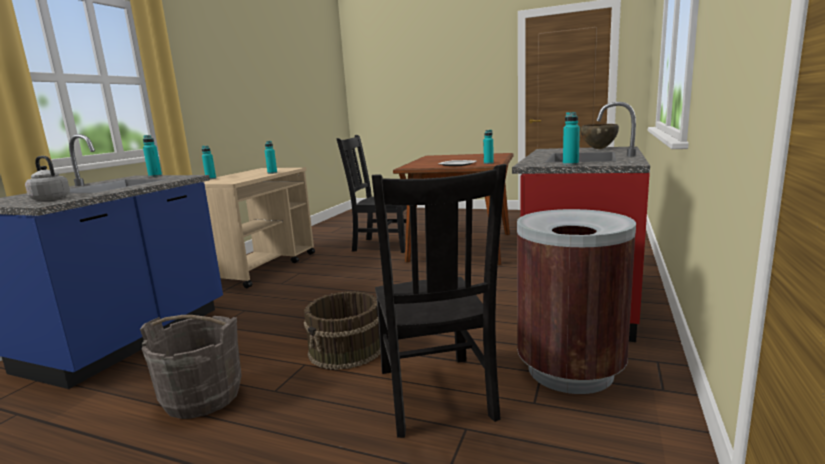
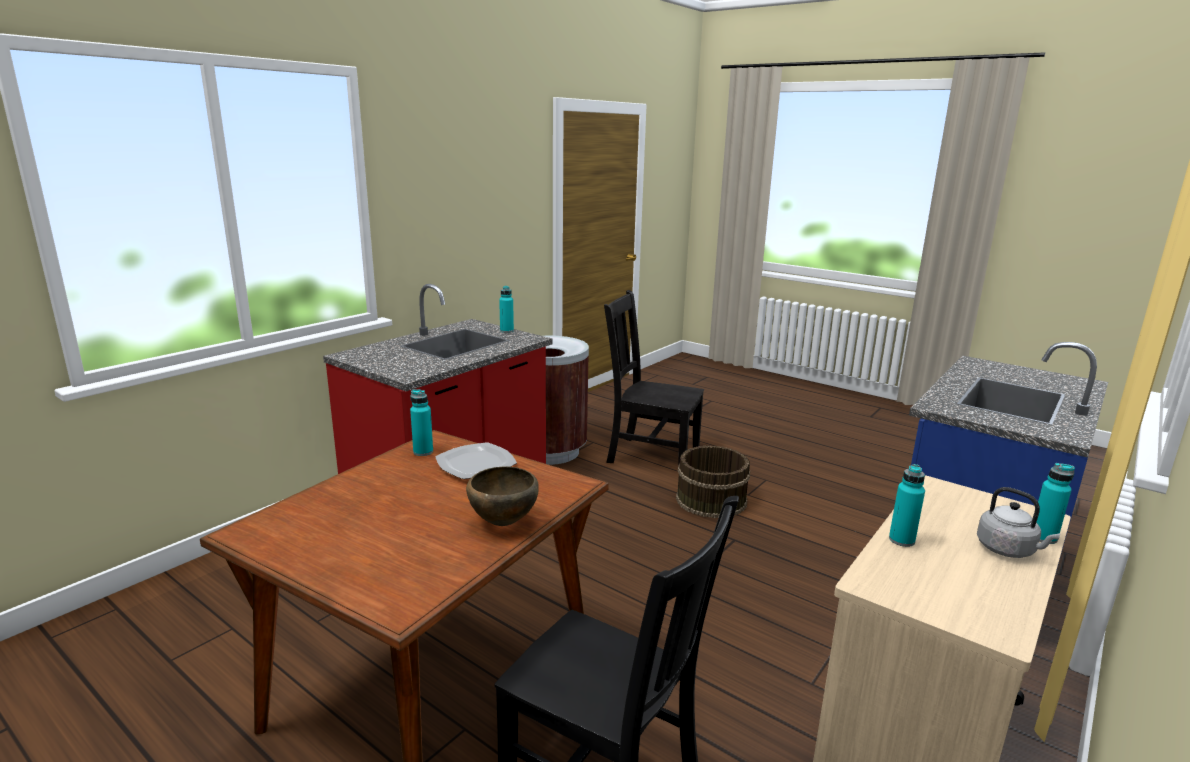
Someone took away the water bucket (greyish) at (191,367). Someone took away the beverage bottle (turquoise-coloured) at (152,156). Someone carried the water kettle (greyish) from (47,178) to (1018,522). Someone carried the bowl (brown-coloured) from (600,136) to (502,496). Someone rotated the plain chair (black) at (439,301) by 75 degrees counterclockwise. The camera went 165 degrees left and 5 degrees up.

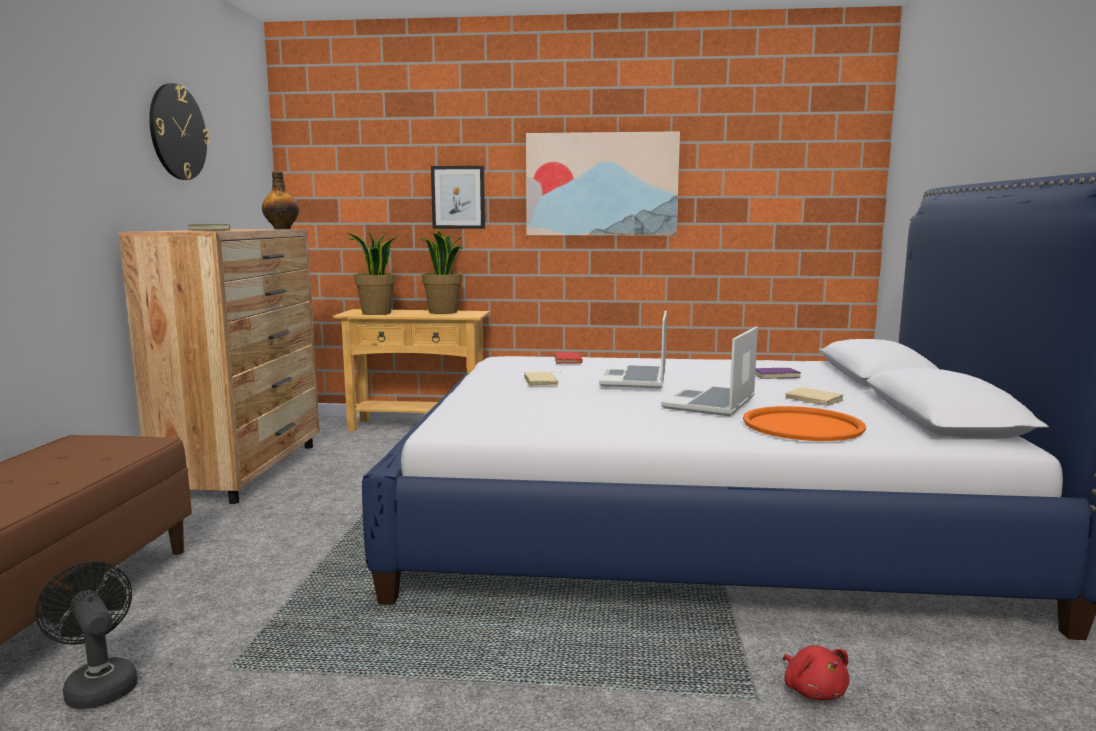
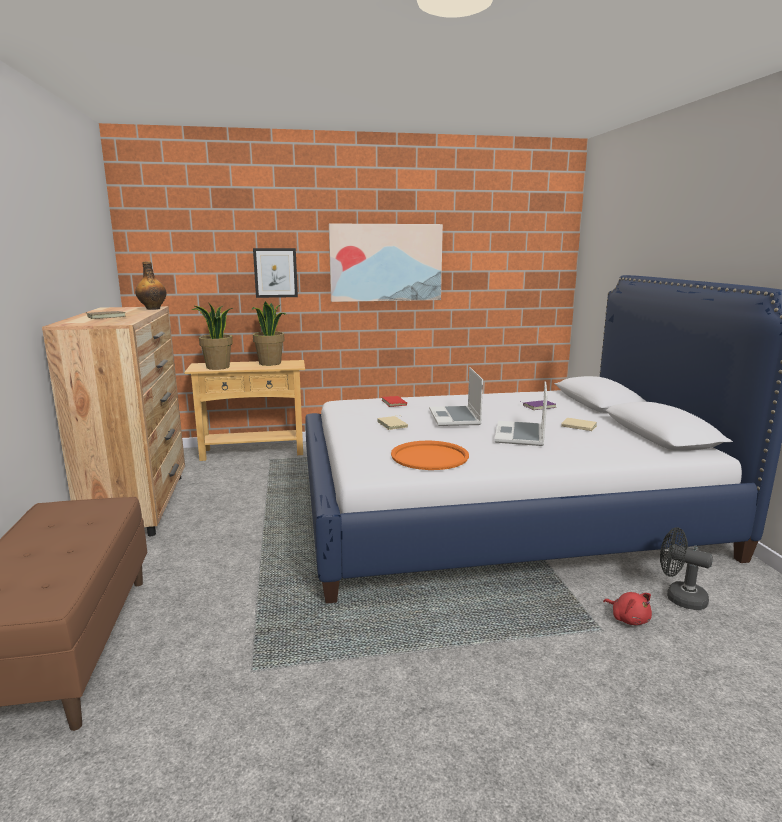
Someone took away the hanging clock at (179,131). Someone carried the fan (black) from (86,635) to (686,568). Someone carried the carrying tray (orangey) from (804,423) to (430,455). The camera went 15 degrees left and 5 degrees up.

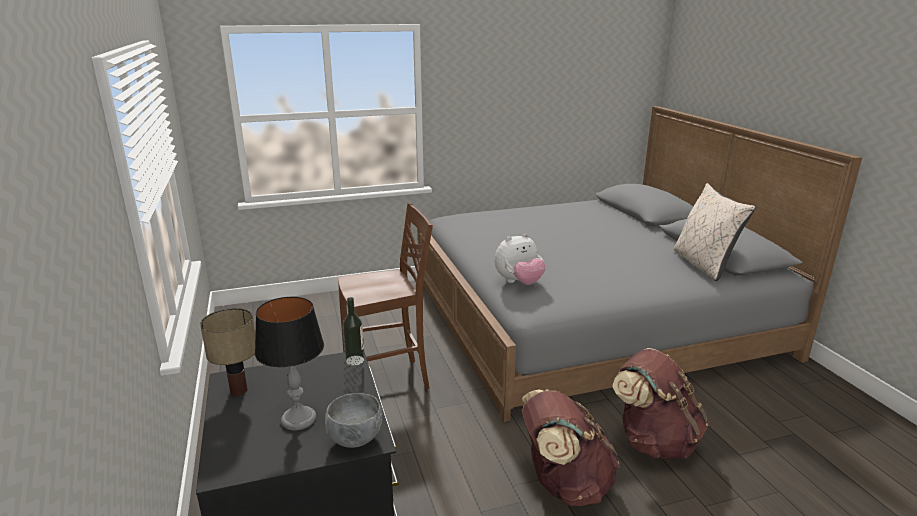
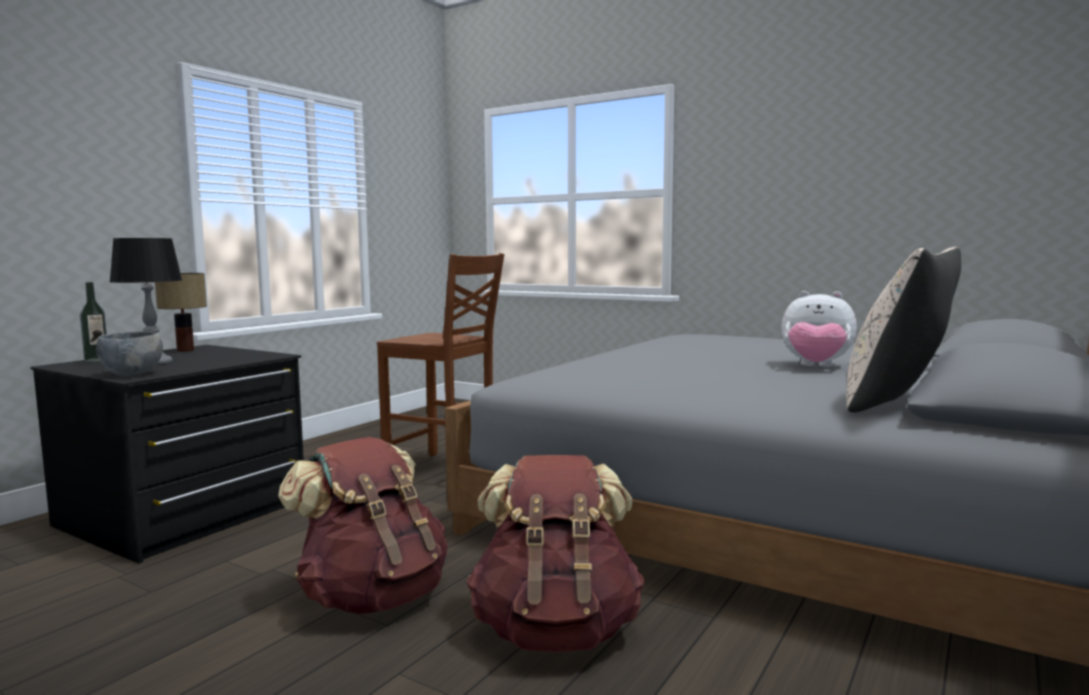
Someone carried the beverage bottle from (353,331) to (93,322). Someone carried the soft toy from (520,259) to (819,329). The camera went 50 degrees right and 15 degrees down.

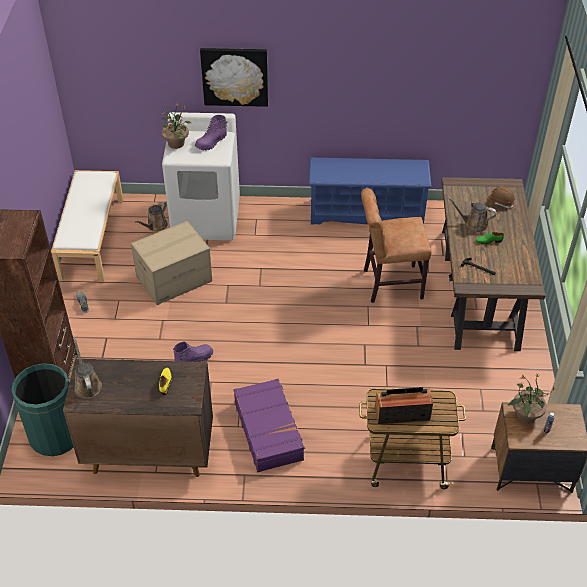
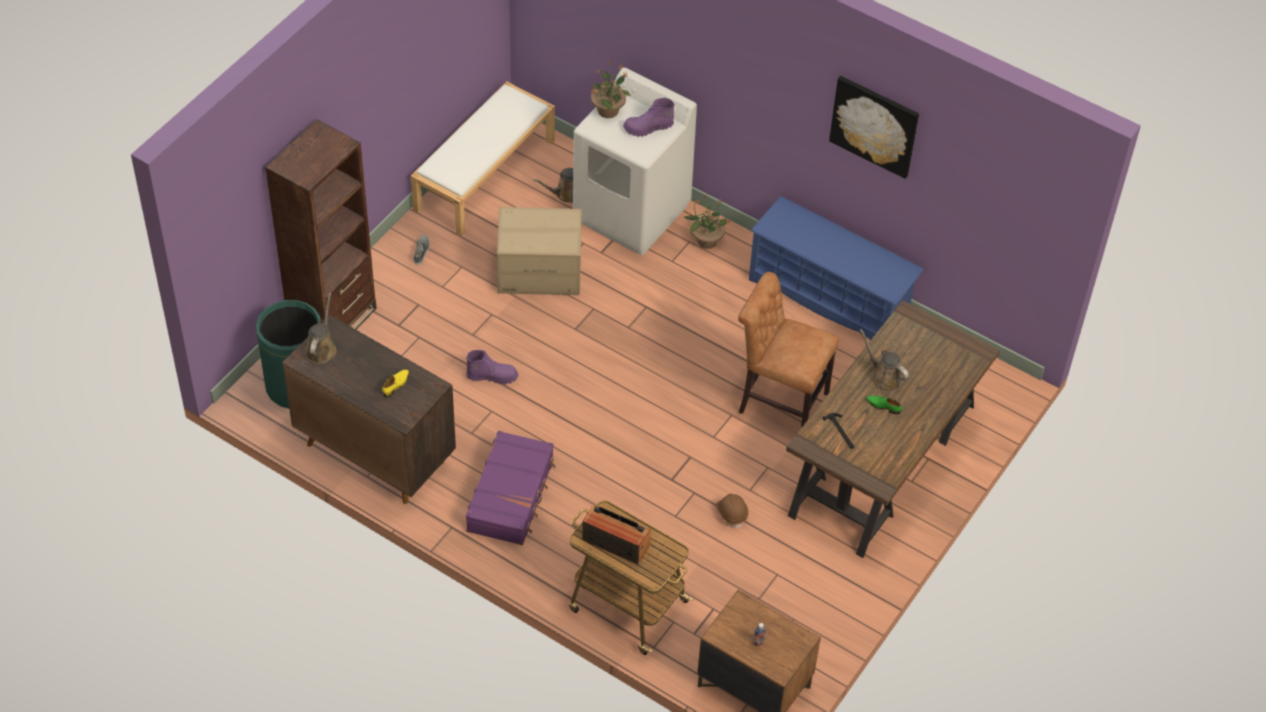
Someone carried the picture from (234,77) to (874,127). Someone carried the safety helmet (brown-coloured) from (500,197) to (732,511). Someone carried the plant in a pot from (531,398) to (707,221). The camera went 30 degrees right and 5 degrees up.

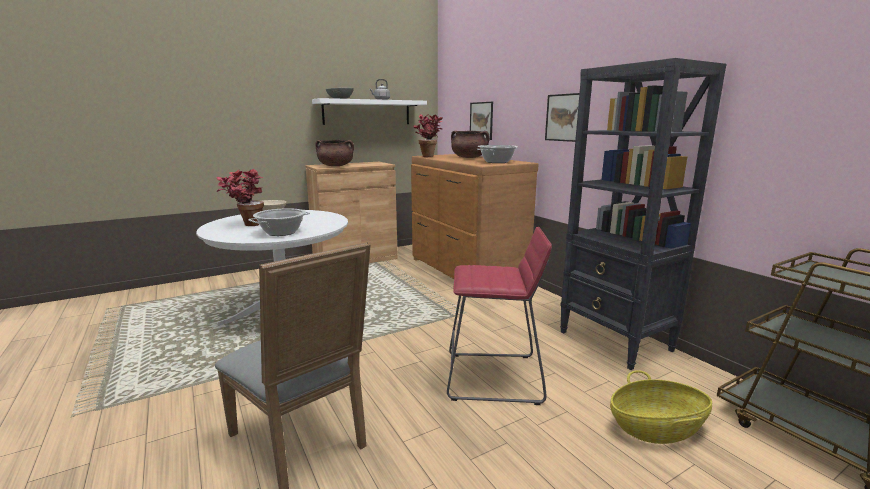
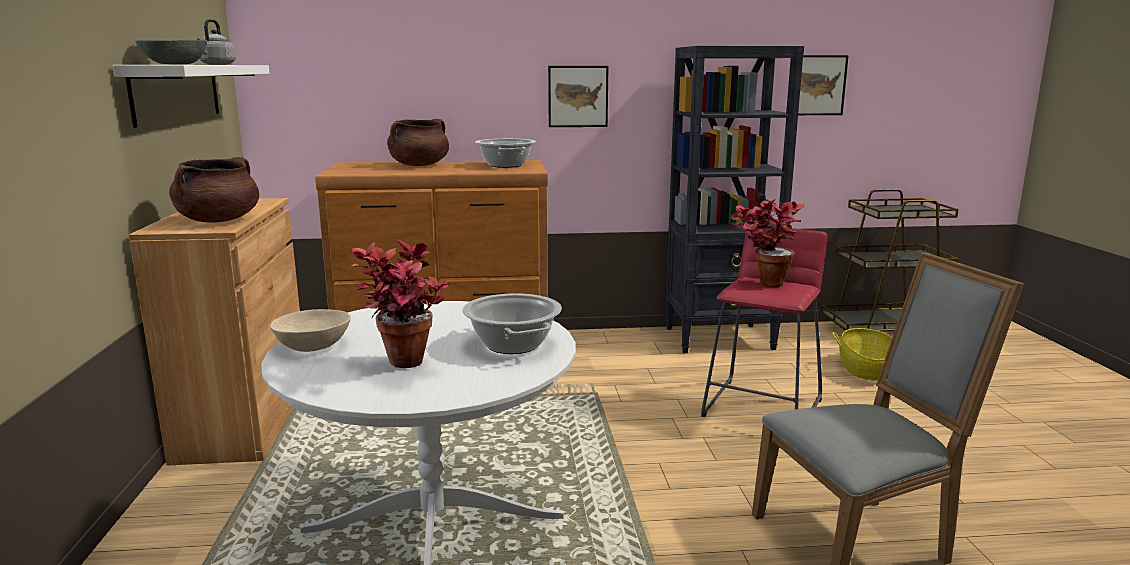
Someone carried the plant in a pot from (428,135) to (767,243). Someone carried the picture from (481,121) to (817,85). The camera went 65 degrees left and 0 degrees up.

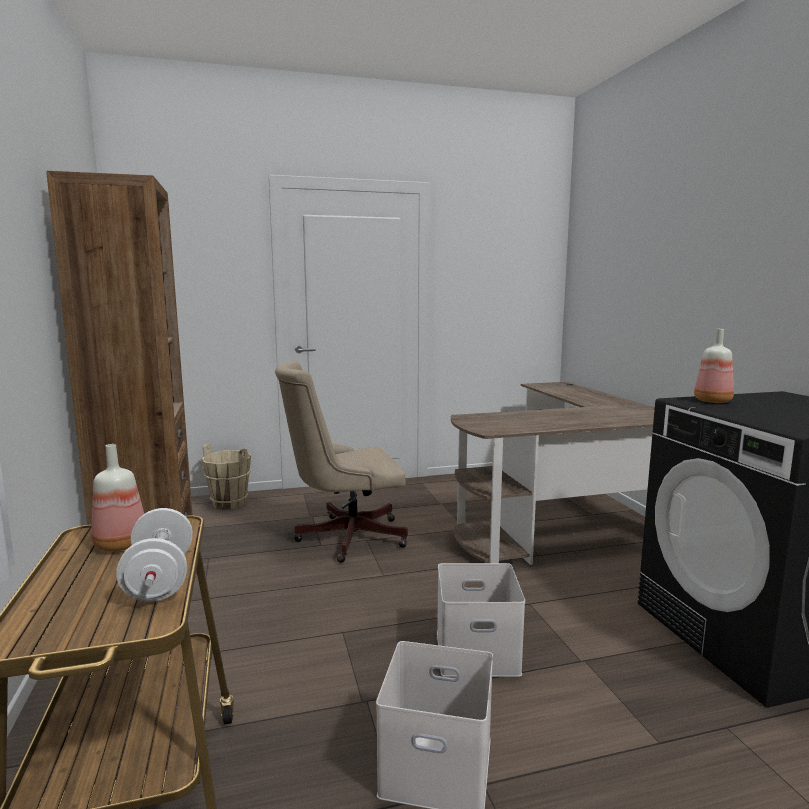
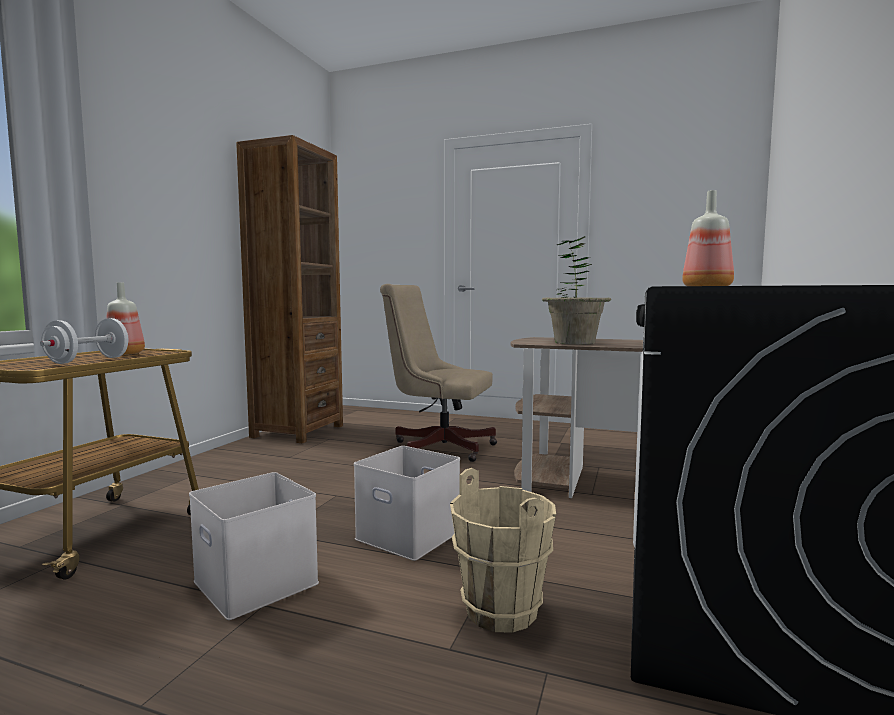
Someone put down the plant in a pot at (576,290). Someone carried the water bucket (sand-coloured) from (226,477) to (503,550). The camera went 35 degrees right and 5 degrees down.

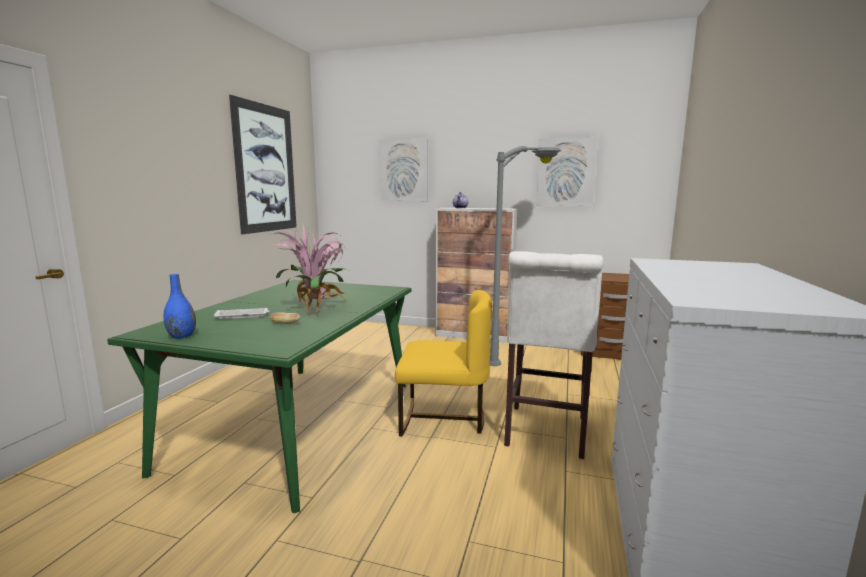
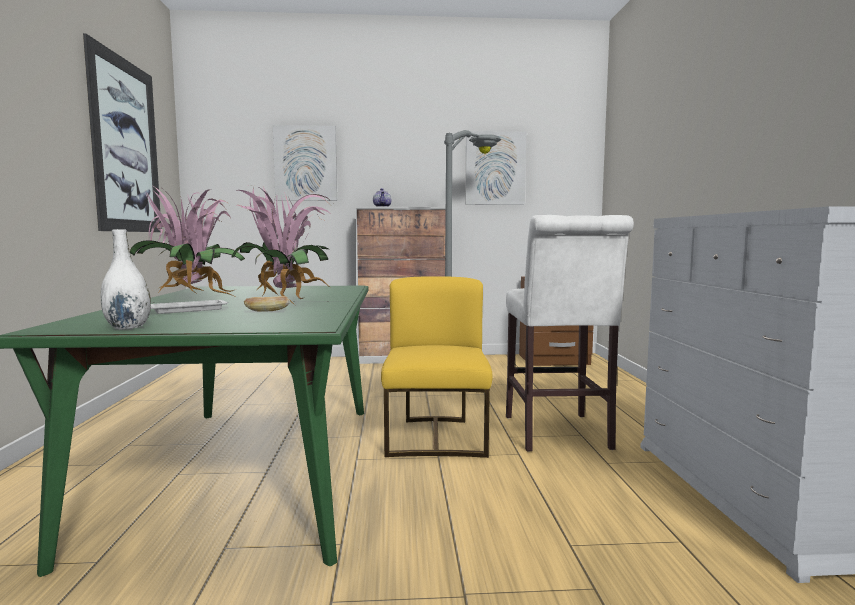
Someone put down the plant in a pot at (187,241). Someone repainted the decorative vase (bluish) at (180,306), which became the decorative vase (white-coloured) at (126,279). Someone rotated the plain chair (yellow) at (443,363) by 75 degrees counterclockwise. The camera went 20 degrees left and 5 degrees down.

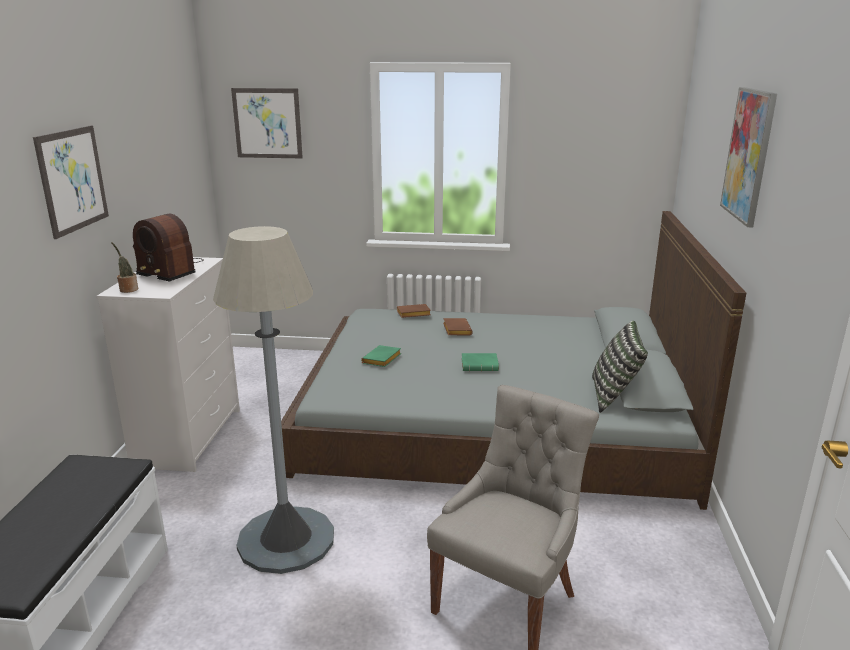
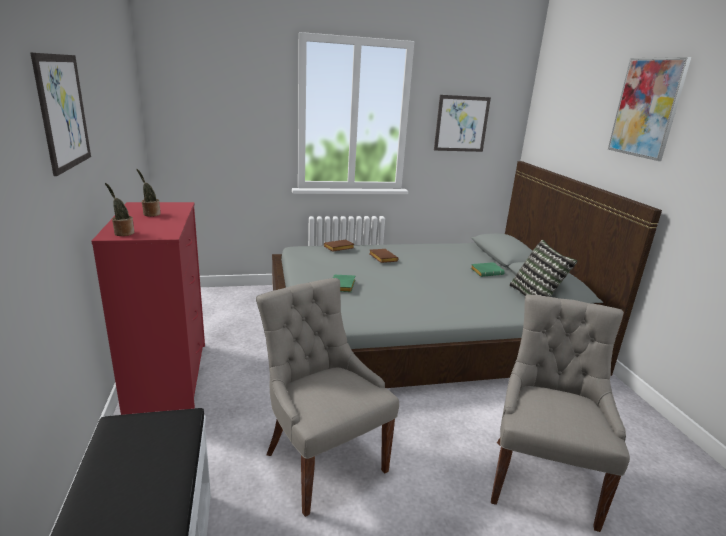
Someone carried the picture from (267,123) to (462,123). Someone carried the volume (green) from (480,362) to (487,269). Someone swapped the radio at (168,248) for the plant in a pot at (148,193). Someone swapped the standing lamp (greyish) at (273,400) for the plain chair (greyish) at (327,397). Someone repainted the drawer chest (white-coloured) at (168,364), which became the drawer chest (red-coloured) at (148,308). The camera went 20 degrees left and 0 degrees up.

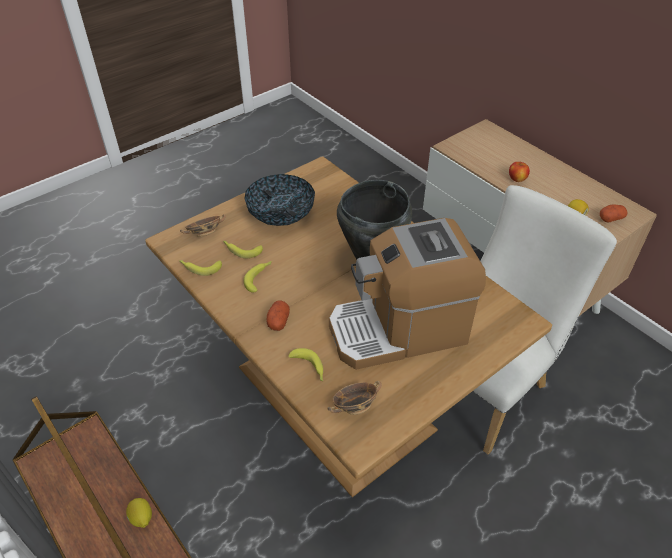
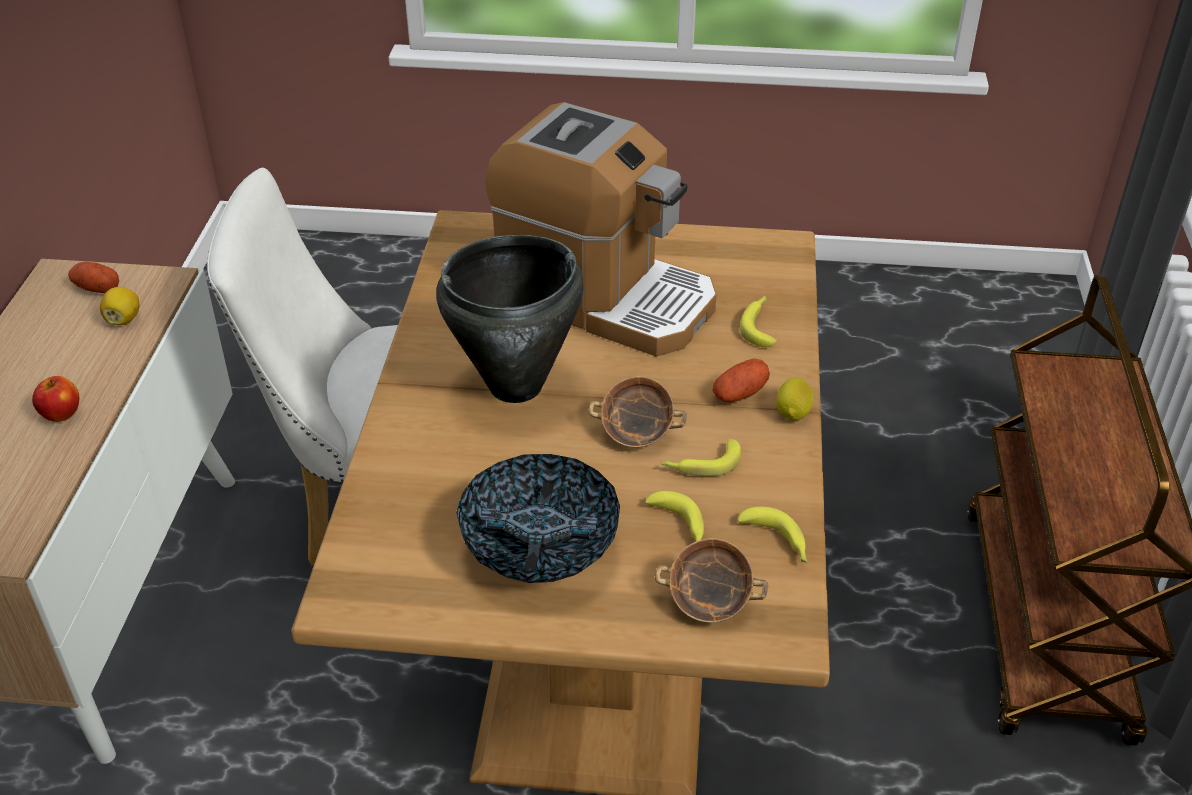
Someone carried the whole lemon from (139,513) to (795,398). Someone carried the bowl from (355,398) to (637,411). The camera went 135 degrees left and 5 degrees down.

